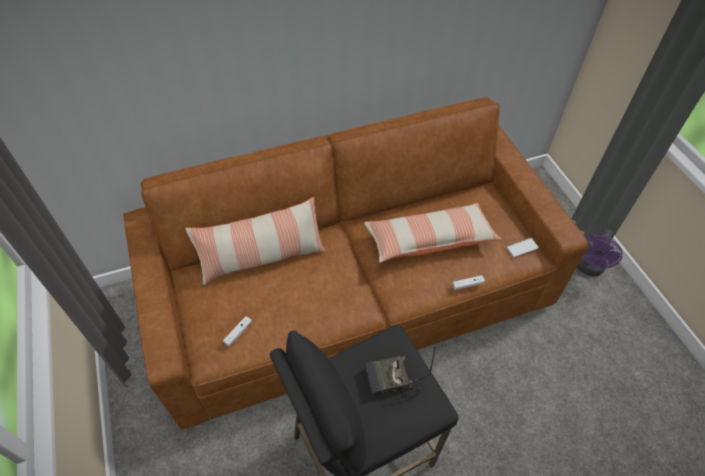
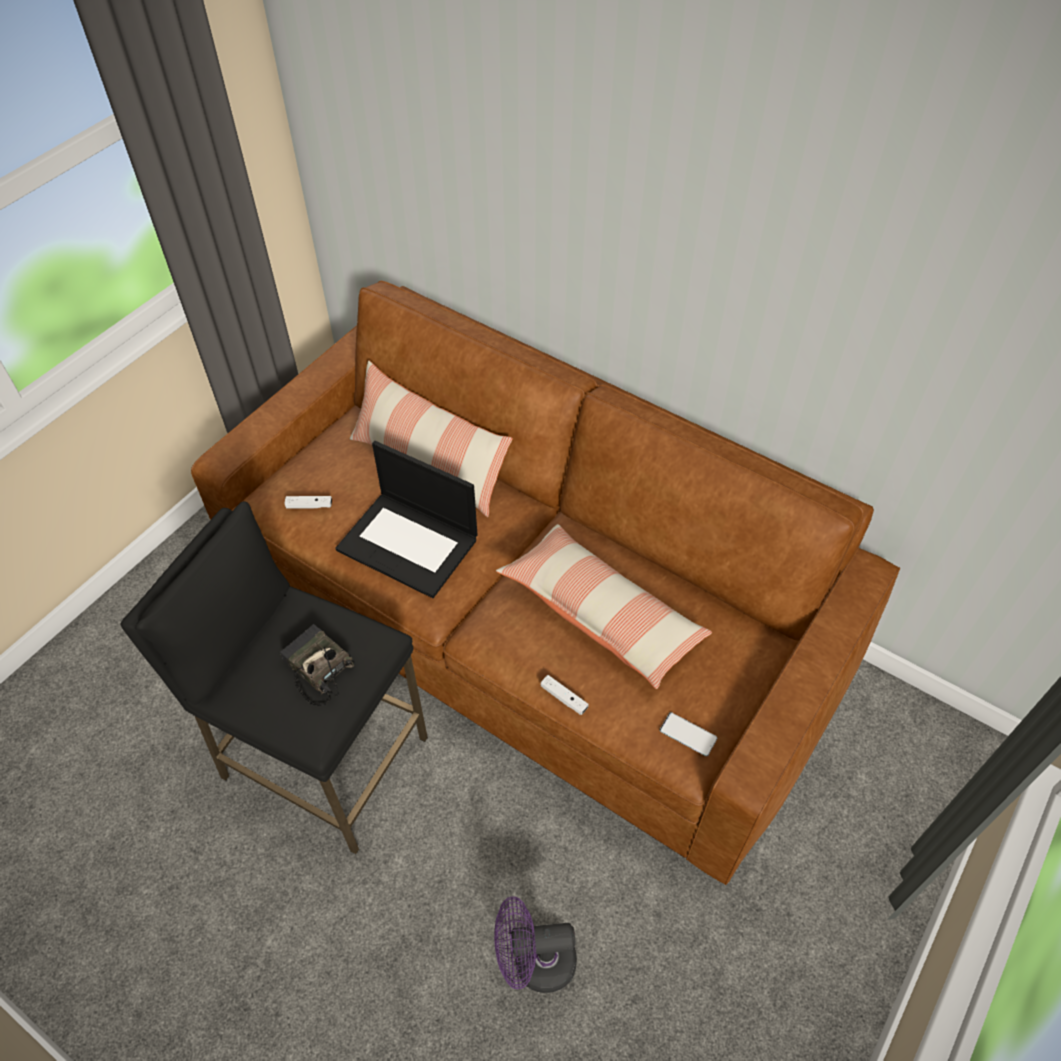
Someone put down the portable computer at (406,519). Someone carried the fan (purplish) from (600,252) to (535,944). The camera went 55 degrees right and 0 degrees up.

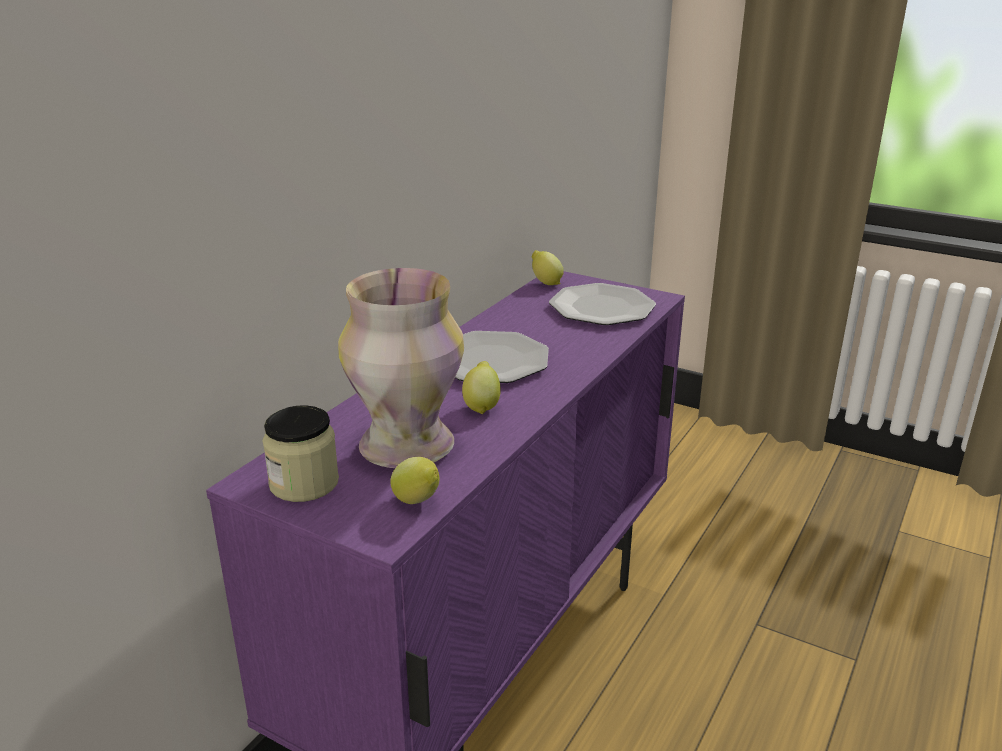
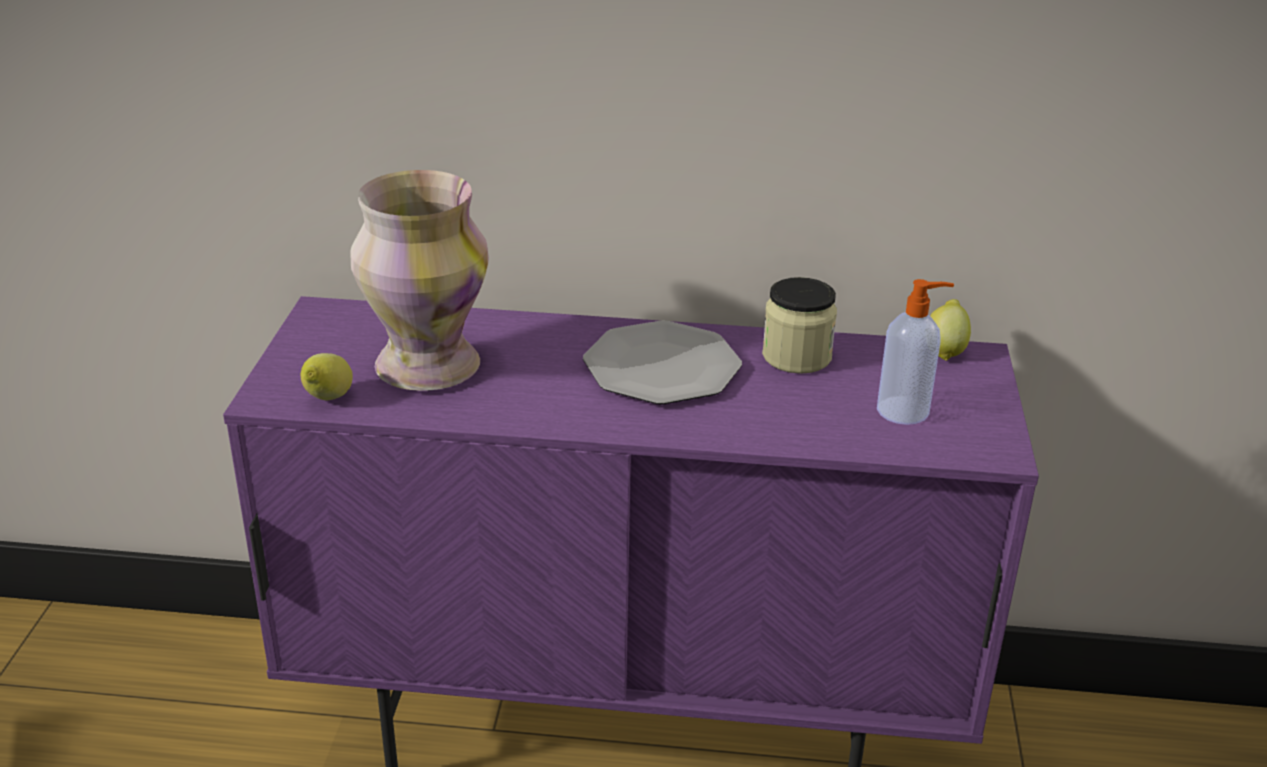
Someone took away the whole lemon at (481,387). Someone carried the jar from (300,453) to (799,325). Someone swapped the flat dish at (602,304) for the liquid soap bottle at (915,352). The camera went 65 degrees right and 5 degrees up.

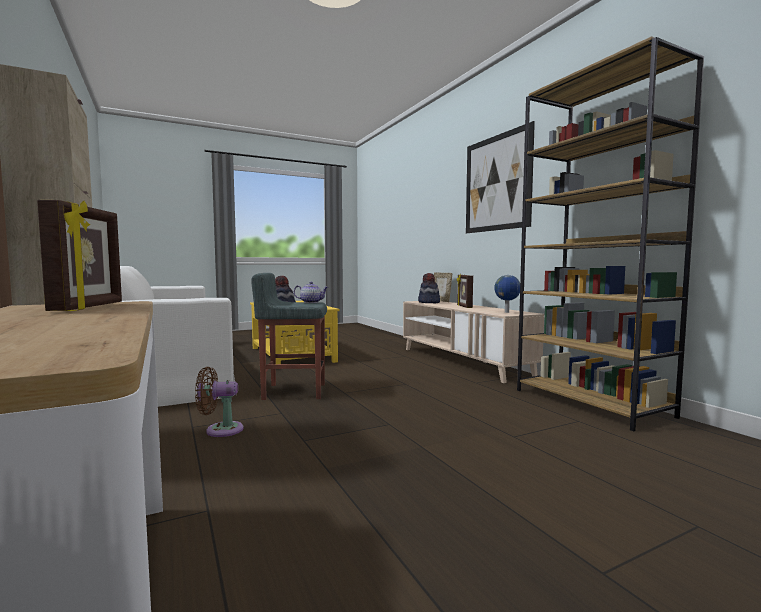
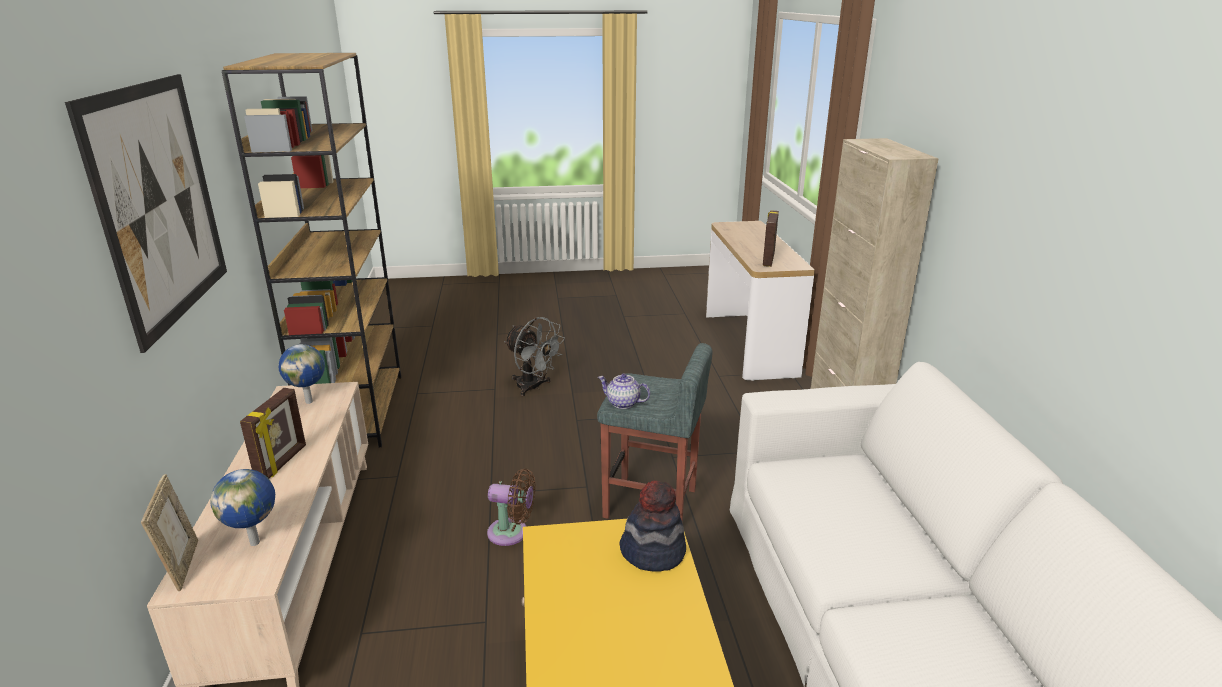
Someone put down the fan (greyish) at (534,356). Someone carried the fan (brown-coloured) from (219,402) to (511,507). Someone swapped the wearable hat at (429,288) for the globe at (242,507). The camera went 160 degrees left and 20 degrees up.

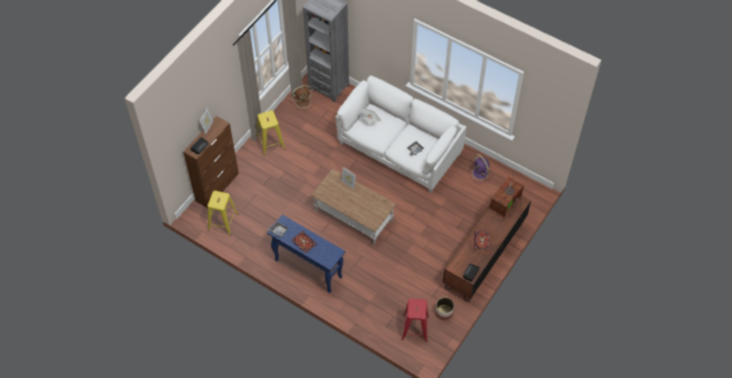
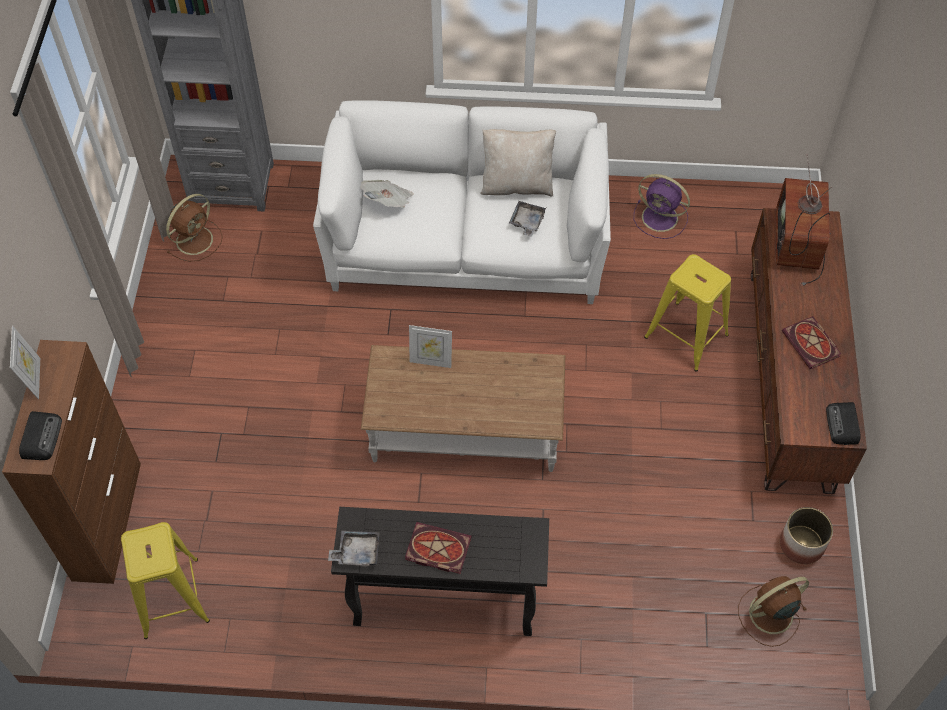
Someone put down the cushion (sand-coloured) at (518,163). Someone carried the stool seat (yellow) from (270,133) to (687,312). Someone swapped the stool seat (red-coloured) at (415,320) for the fan (brown-coloured) at (773,611). Someone repainted the console table (bluish) at (306,253), which became the console table (black) at (440,571). The camera went 30 degrees left and 0 degrees up.

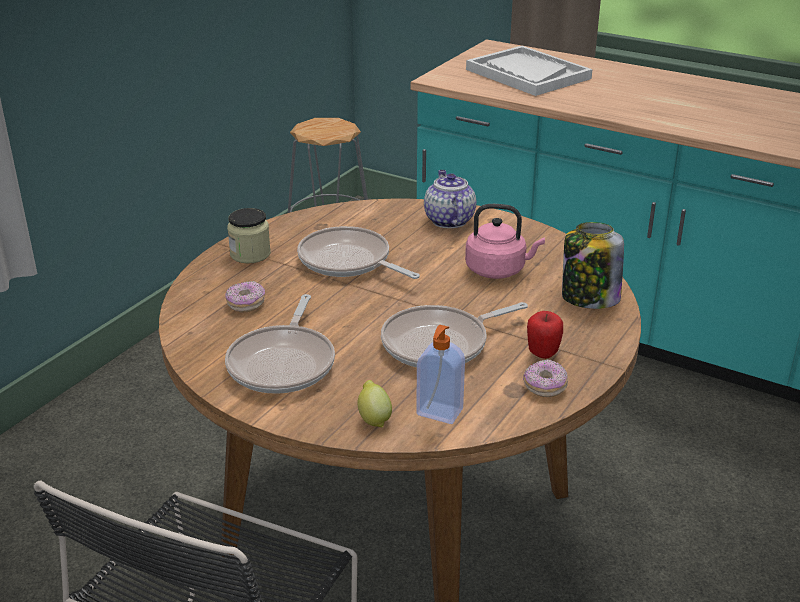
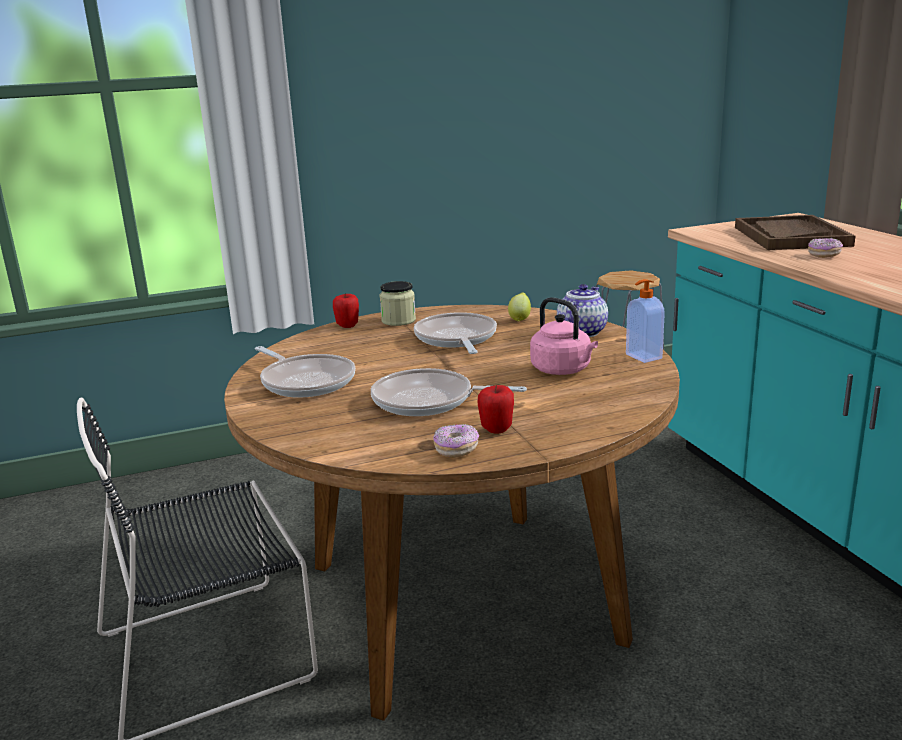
Someone took away the jar at (593,265). Someone put down the apple fruit at (346,310). Someone carried the donut from (245,296) to (825,248). Someone carried the whole lemon from (374,403) to (519,307). Someone carried the liquid soap bottle from (440,374) to (645,321). Someone repainted the carrying tray (white-coloured) at (529,71), which became the carrying tray (brown-coloured) at (795,232). Someone rotated the skillet at (280,344) by 90 degrees counterclockwise. The camera went 40 degrees right and 10 degrees down.

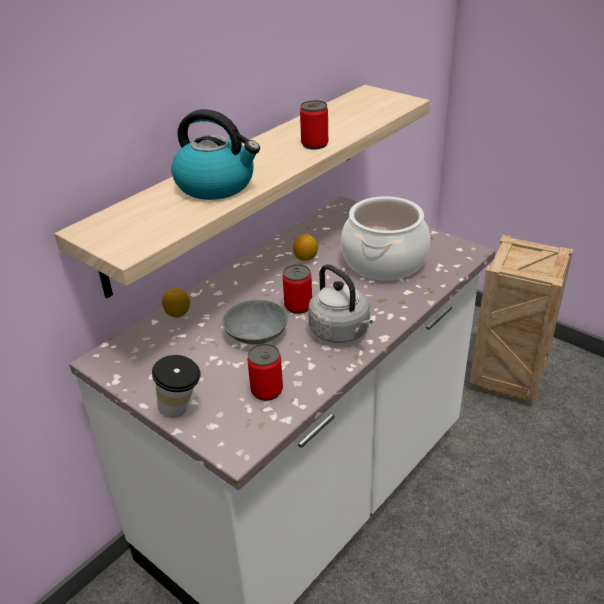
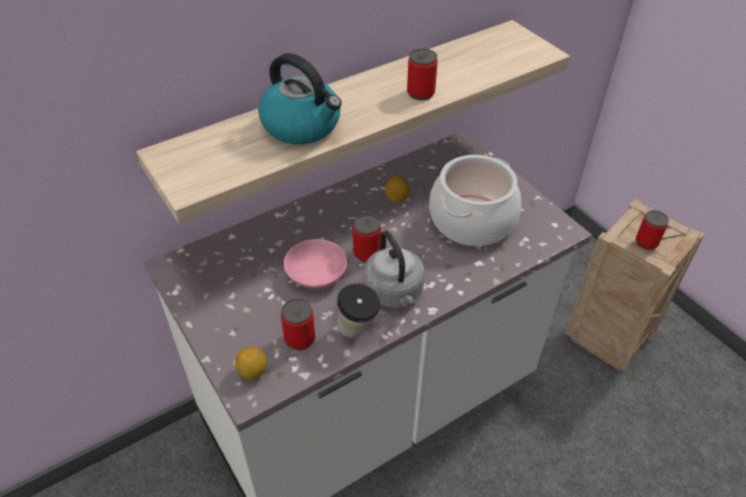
Someone put down the metal can at (652,230). Someone carried the drinking cup from (176,386) to (359,310). Someone carried the whole lemon from (176,303) to (251,363). Someone repainted the bowl (greyish) at (255,322), which became the bowl (pinkish) at (315,263). The camera went 15 degrees right and 10 degrees up.

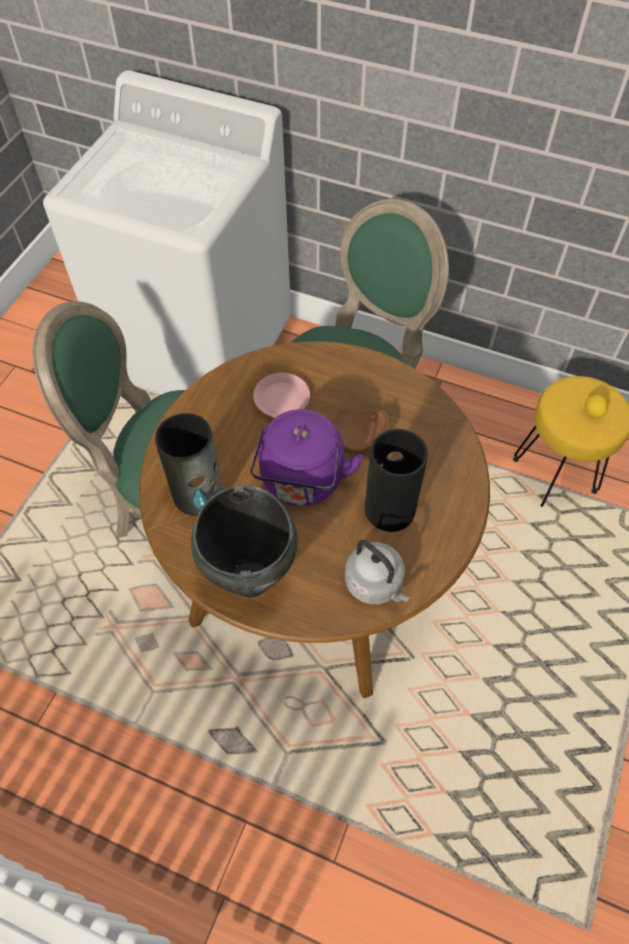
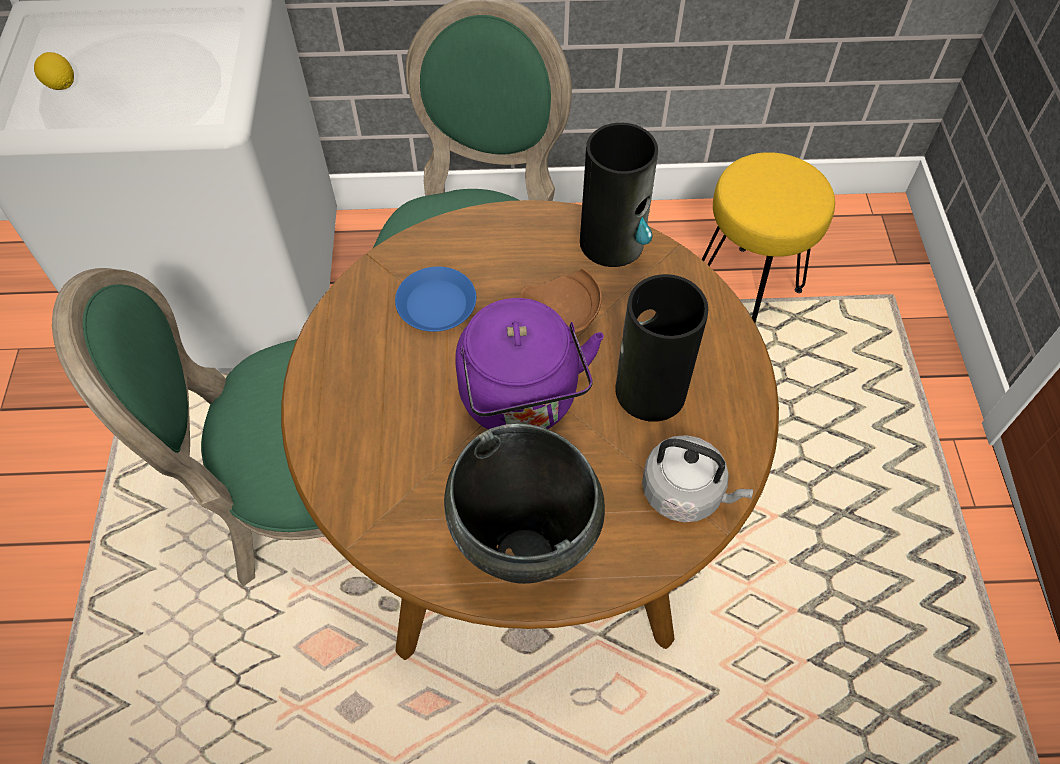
Someone carried the decorative vase from (189,464) to (619,195). Someone carried the whole lemon from (596,406) to (54,71). Someone repainted the flat dish (pinkish) at (281,395), which became the flat dish (bluish) at (435,299). The camera went 25 degrees left and 0 degrees up.

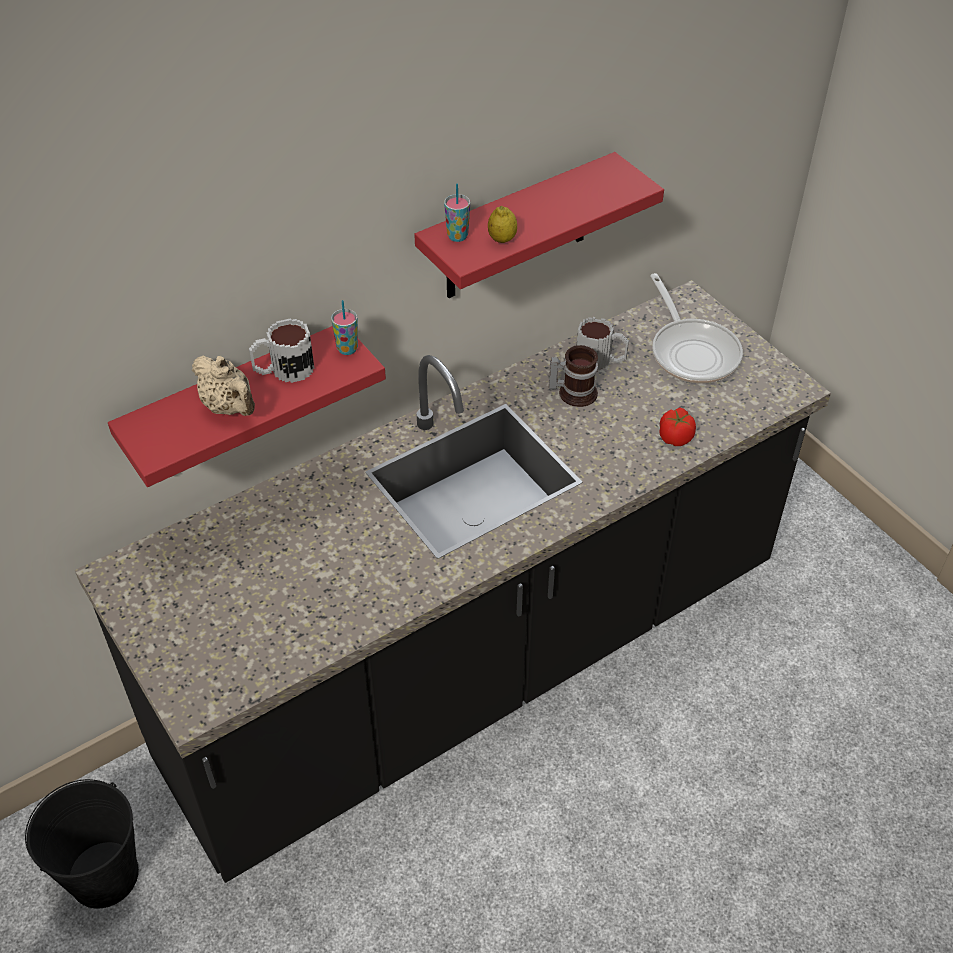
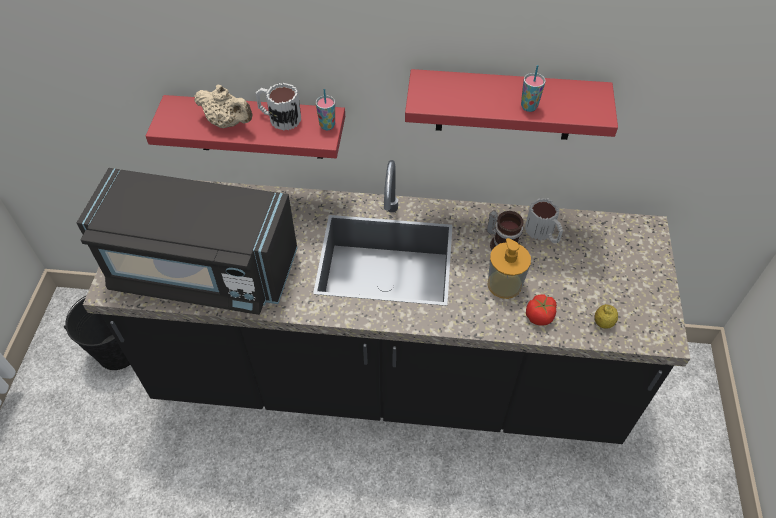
Someone took away the skillet at (696,328). Someone put down the microwave (black) at (187,241). Someone put down the liquid soap bottle at (509,268). Someone carried the drinking cup from (457,212) to (533,88). Someone carried the whole lemon from (502,224) to (606,316). Someone rotated the tea pot (sand-coloured) at (223,385) by 60 degrees counterclockwise. The camera went 40 degrees right and 5 degrees up.

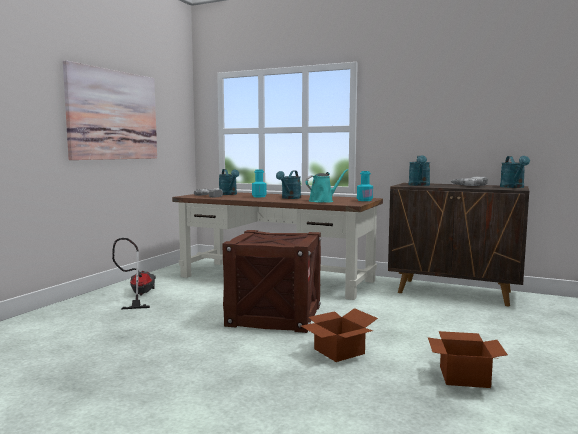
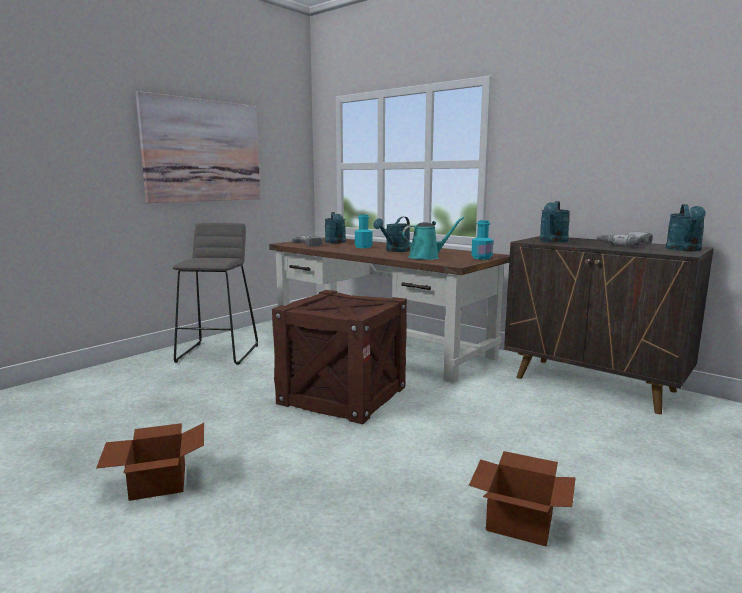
Someone carried the packing box from (339,335) to (150,462). Someone swapped the hoover at (134,274) for the stool seat (greyish) at (215,294). The camera went 15 degrees right and 5 degrees up.

